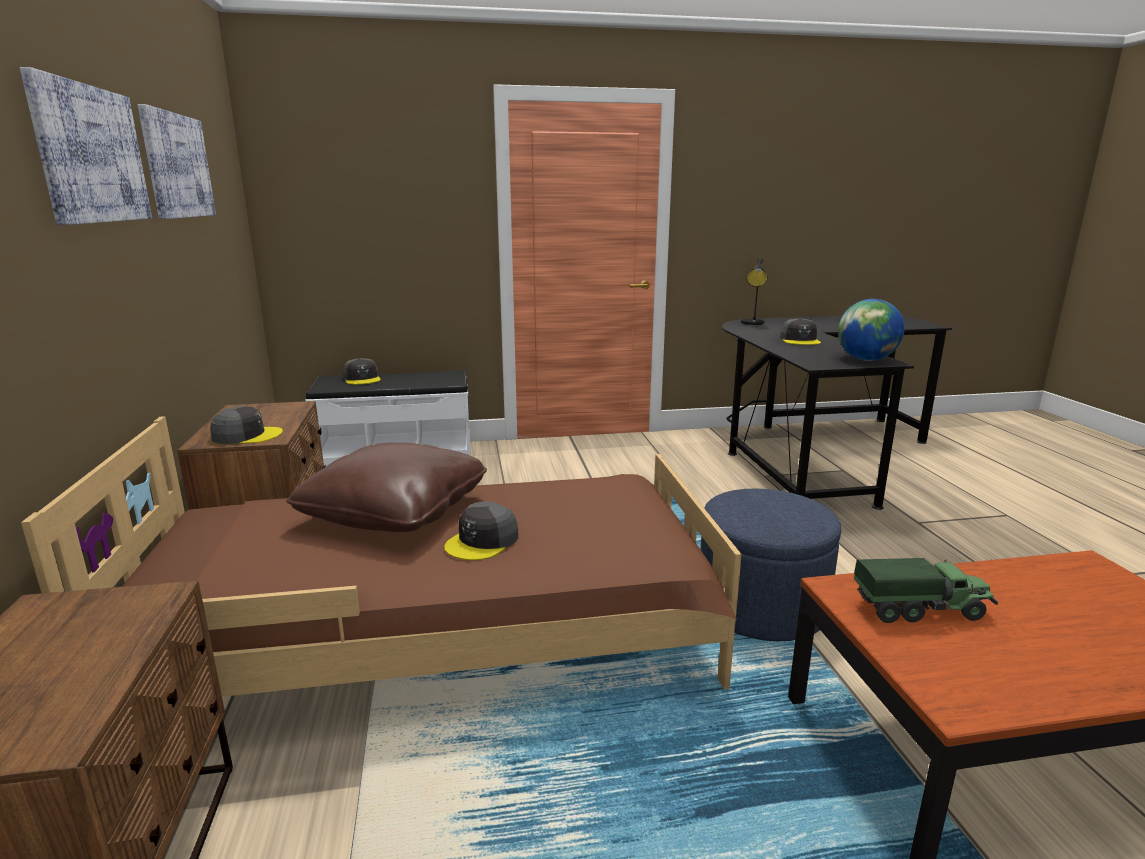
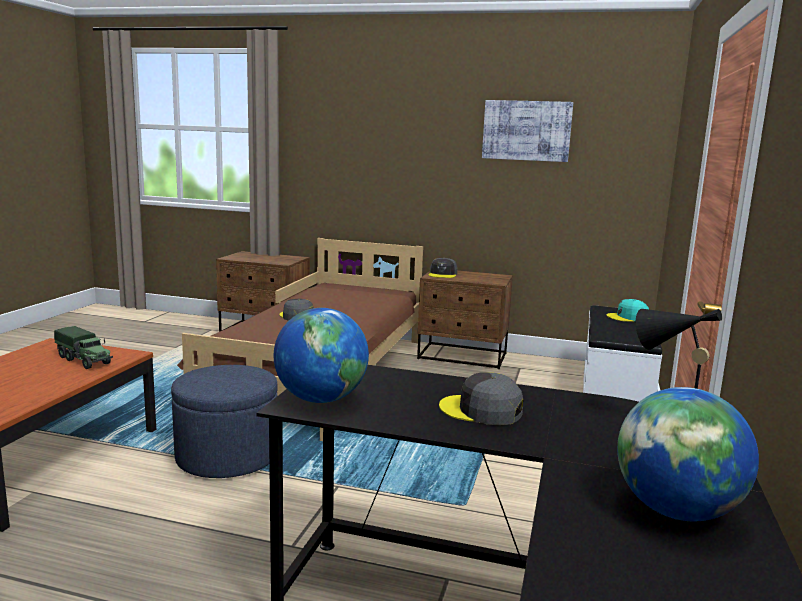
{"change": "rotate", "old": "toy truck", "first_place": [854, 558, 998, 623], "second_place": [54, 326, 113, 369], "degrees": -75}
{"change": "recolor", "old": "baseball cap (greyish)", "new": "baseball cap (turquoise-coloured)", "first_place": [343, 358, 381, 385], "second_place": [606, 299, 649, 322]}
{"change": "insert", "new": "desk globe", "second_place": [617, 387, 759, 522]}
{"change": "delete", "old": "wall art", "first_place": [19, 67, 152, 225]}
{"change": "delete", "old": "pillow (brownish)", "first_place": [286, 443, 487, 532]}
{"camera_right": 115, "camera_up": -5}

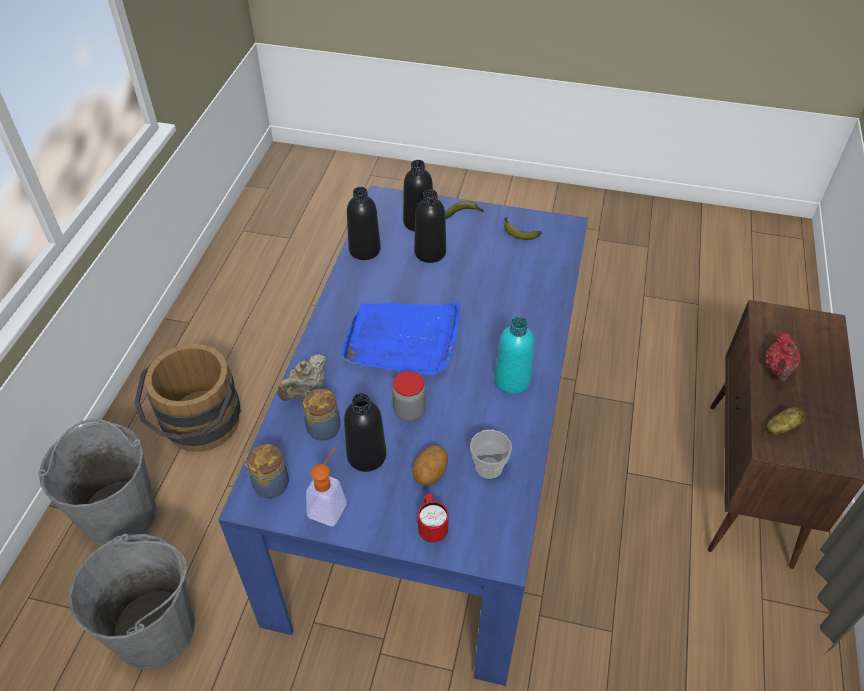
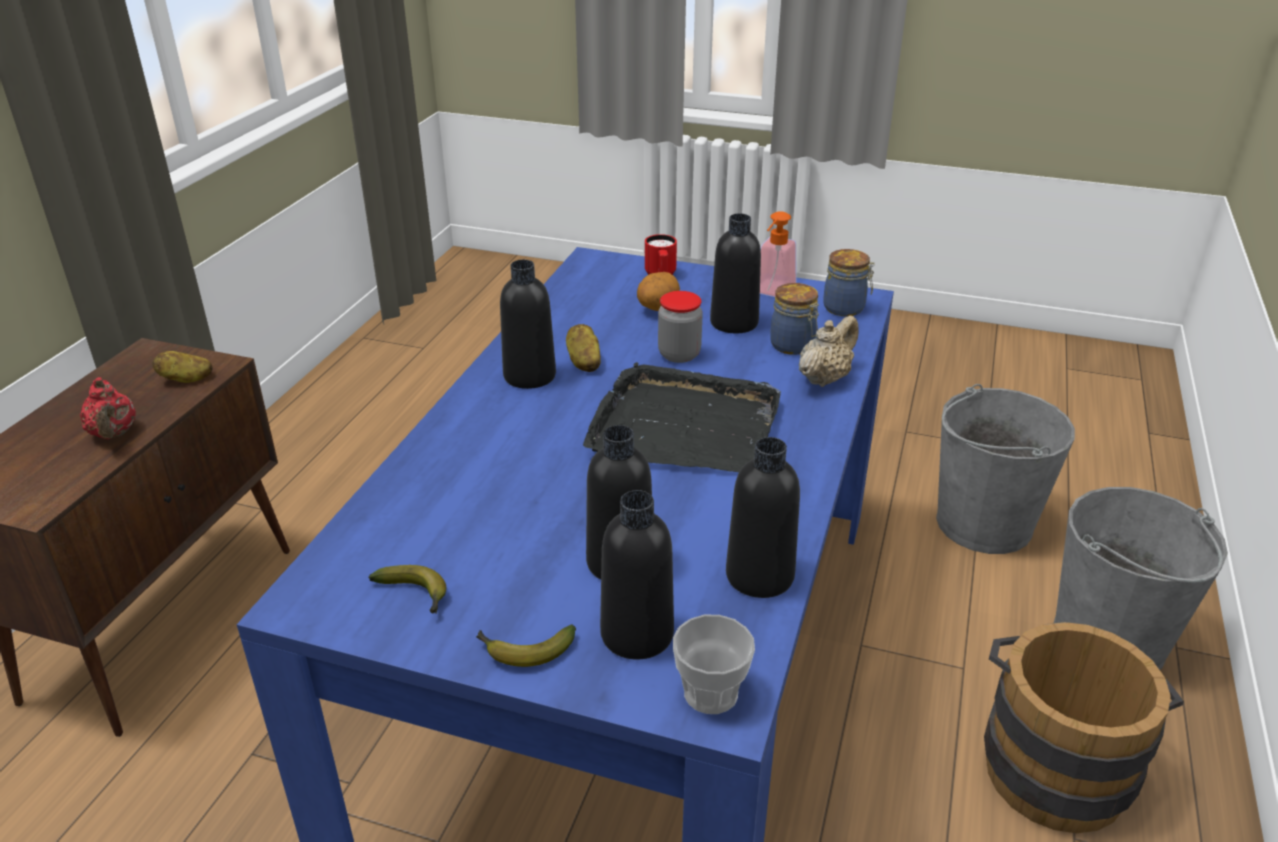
{"change": "rotate", "old": "teapot (reddish)", "first_place": [765, 333, 800, 382], "second_place": [80, 377, 136, 439], "degrees": 135}
{"change": "recolor", "old": "beverage bottle (turquoise-coloured)", "new": "beverage bottle (blackish)", "first_place": [494, 317, 534, 394], "second_place": [500, 260, 556, 389]}
{"change": "insert", "new": "whole potato", "second_place": [566, 324, 601, 372]}
{"change": "recolor", "old": "serving tray (blue)", "new": "serving tray (blackish)", "first_place": [341, 303, 460, 375], "second_place": [583, 362, 781, 472]}
{"change": "move", "old": "cup", "first_place": [470, 430, 512, 479], "second_place": [673, 615, 755, 714]}
{"camera_right": -175, "camera_up": -15}

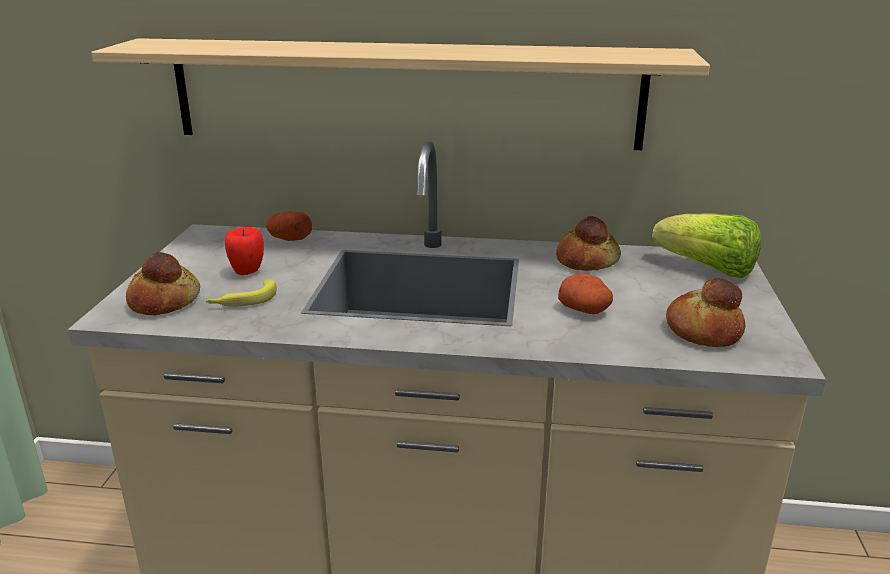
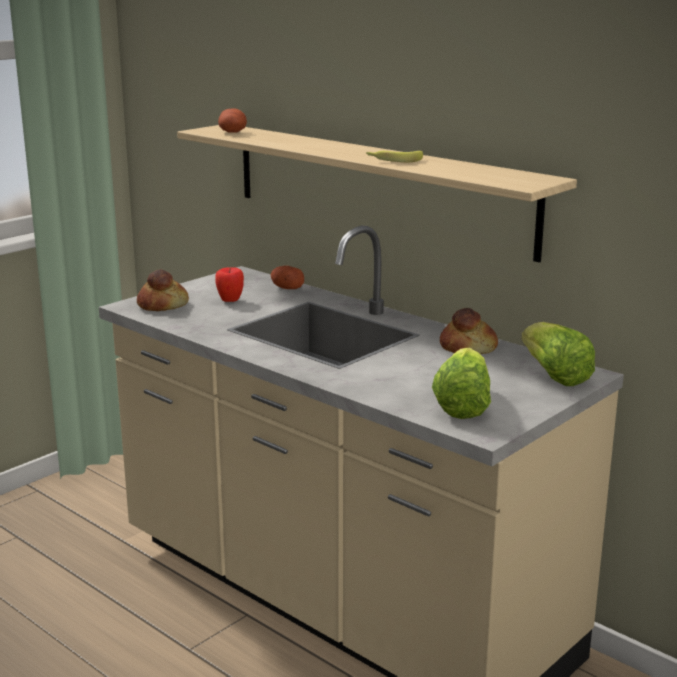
{"change": "move", "old": "whole potato", "first_place": [558, 273, 613, 314], "second_place": [218, 108, 247, 133]}
{"change": "move", "old": "banana", "first_place": [205, 279, 277, 307], "second_place": [366, 151, 423, 162]}
{"change": "replace", "old": "bakery bread", "new": "lettuce head", "first_place": [666, 278, 745, 347], "second_place": [432, 348, 491, 419]}
{"camera_right": 35, "camera_up": -5}

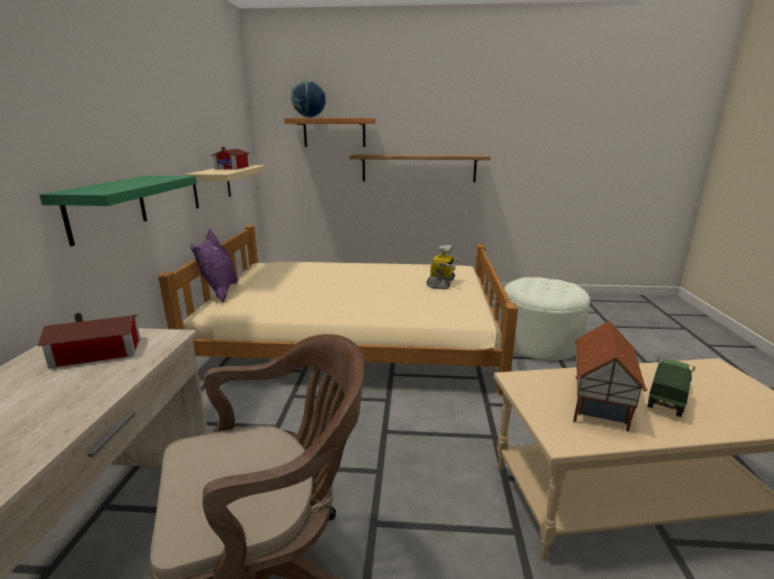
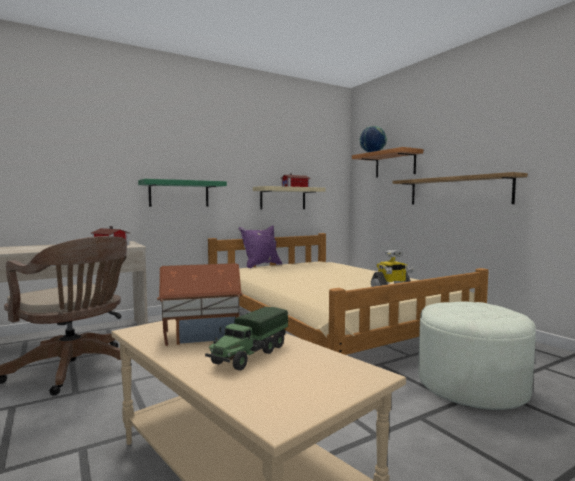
{"change": "rotate", "old": "toy truck", "first_place": [648, 357, 695, 417], "second_place": [205, 307, 288, 370], "degrees": 120}
{"camera_right": 55, "camera_up": -15}

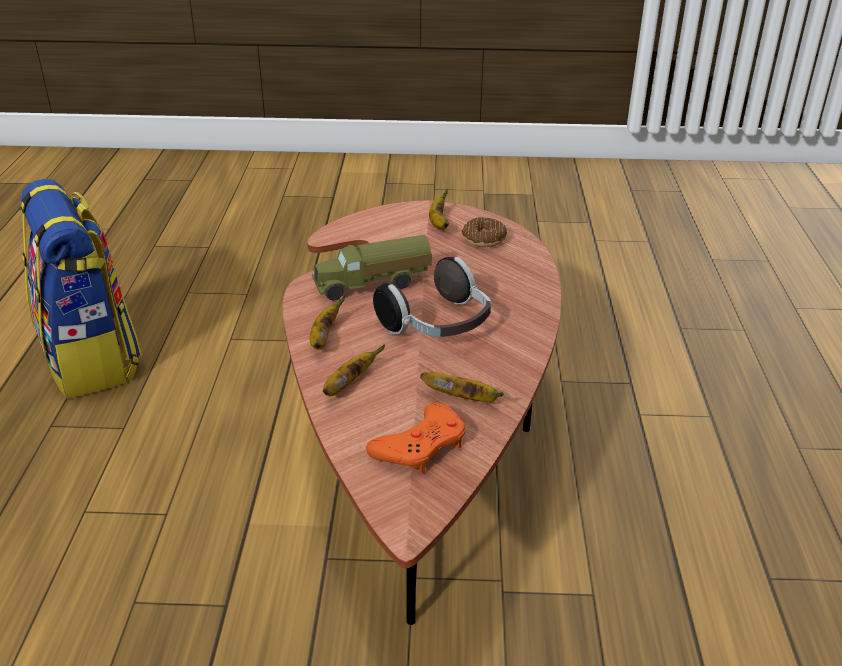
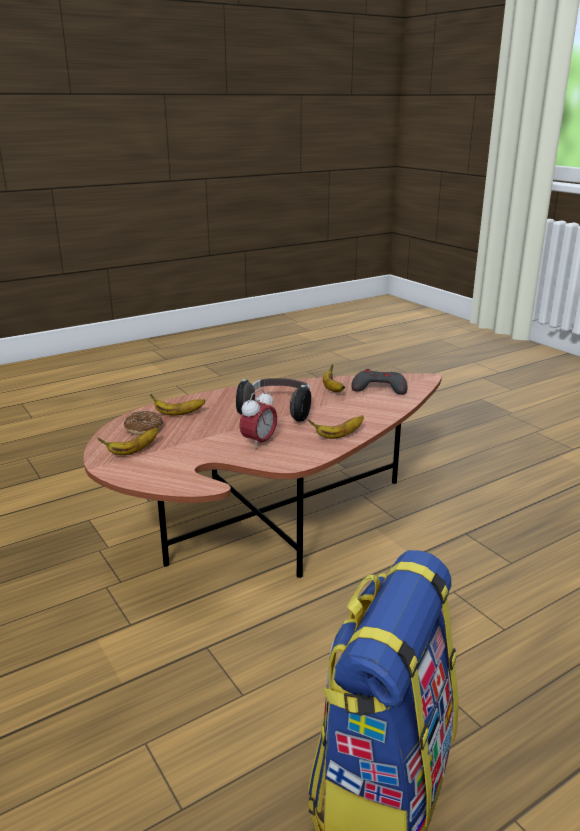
{"change": "move", "old": "banana", "first_place": [323, 344, 385, 396], "second_place": [150, 394, 205, 416]}
{"change": "replace", "old": "toy truck", "new": "alarm clock", "first_place": [312, 235, 432, 300], "second_place": [239, 389, 277, 450]}
{"change": "recolor", "old": "gamepad (orange-coloured)", "new": "gamepad (greyish)", "first_place": [366, 403, 465, 473], "second_place": [351, 369, 408, 395]}
{"camera_right": -125, "camera_up": -10}

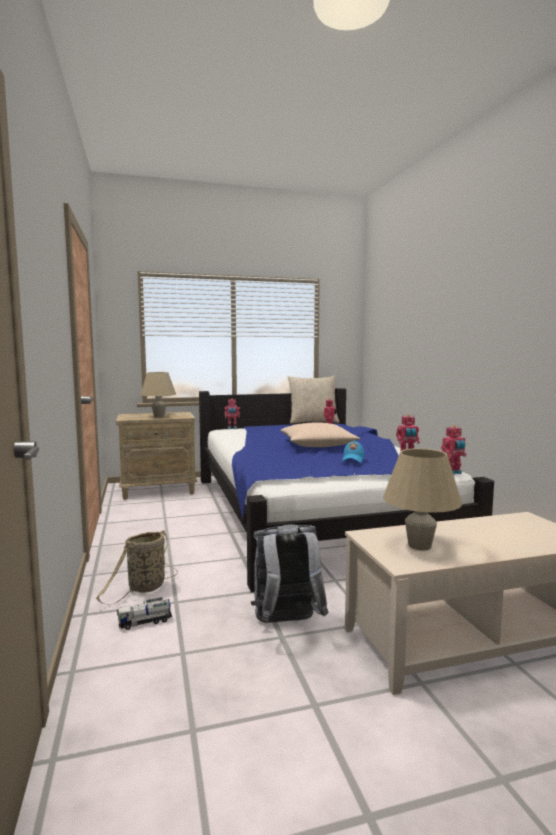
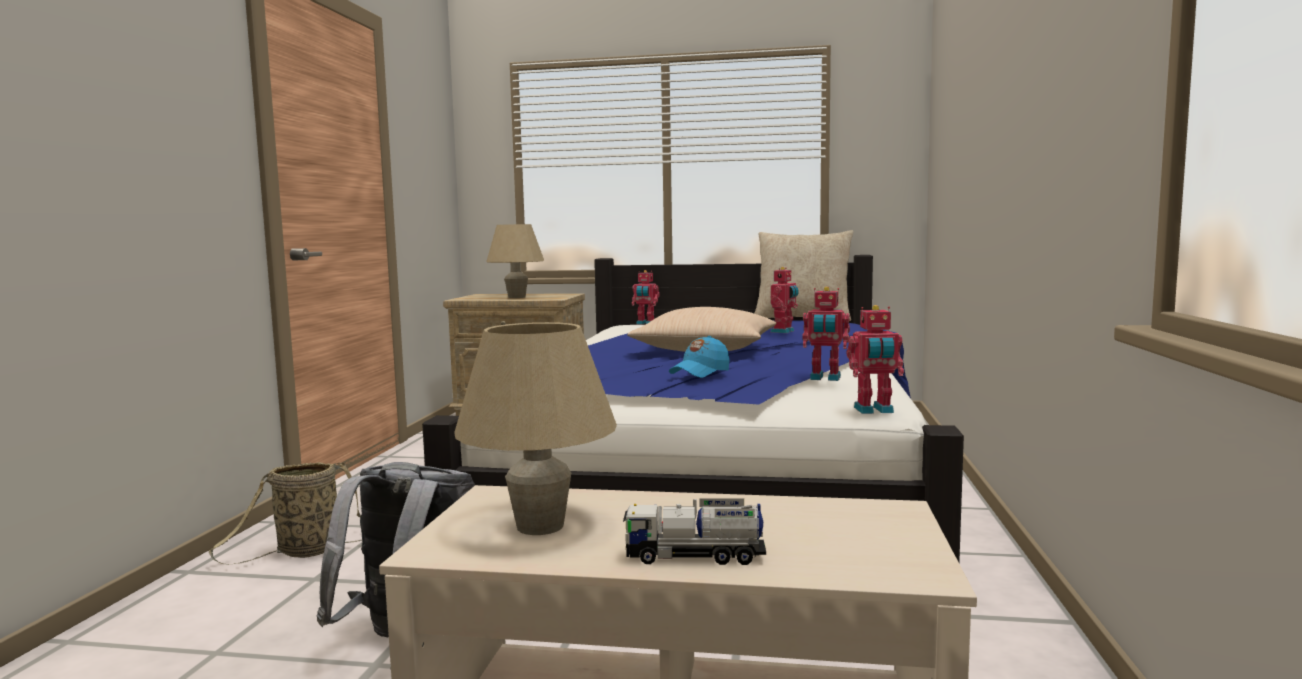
{"change": "move", "old": "toy truck", "first_place": [117, 597, 172, 630], "second_place": [623, 499, 766, 565]}
{"camera_right": 25, "camera_up": 0}

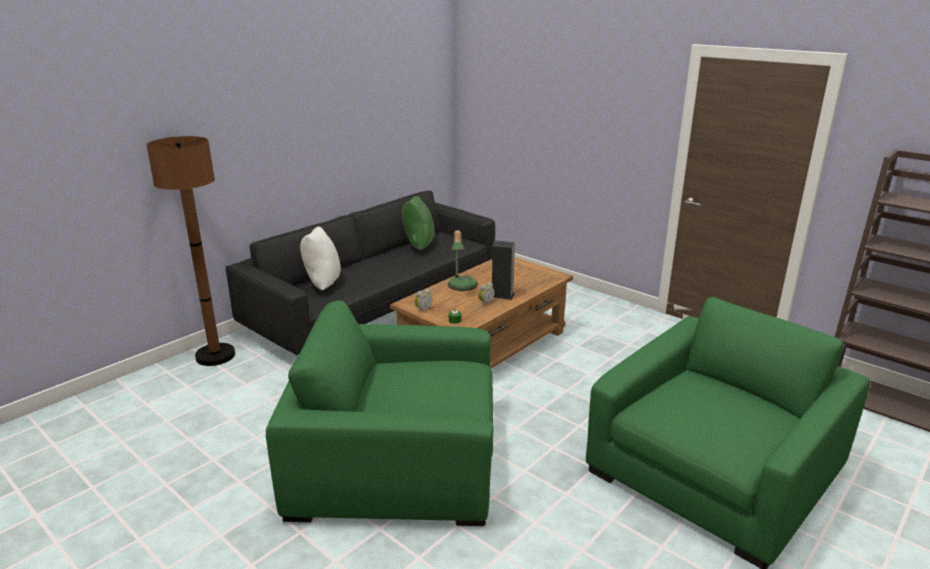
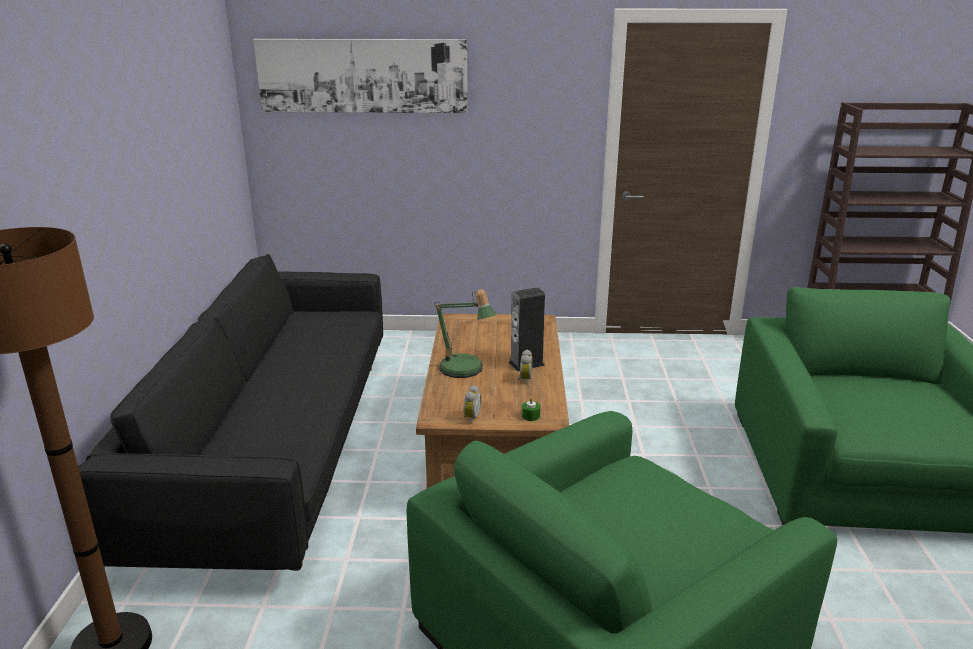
{"change": "insert", "new": "wall art", "second_place": [253, 39, 468, 113]}
{"change": "delete", "old": "pillow (whitish)", "first_place": [300, 227, 341, 290]}
{"change": "delete", "old": "pillow (green)", "first_place": [402, 196, 435, 250]}
{"camera_right": -40, "camera_up": 0}

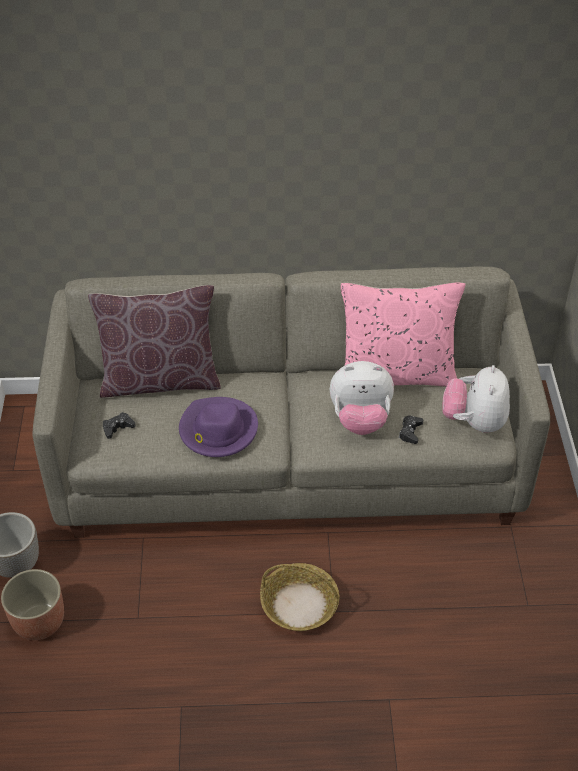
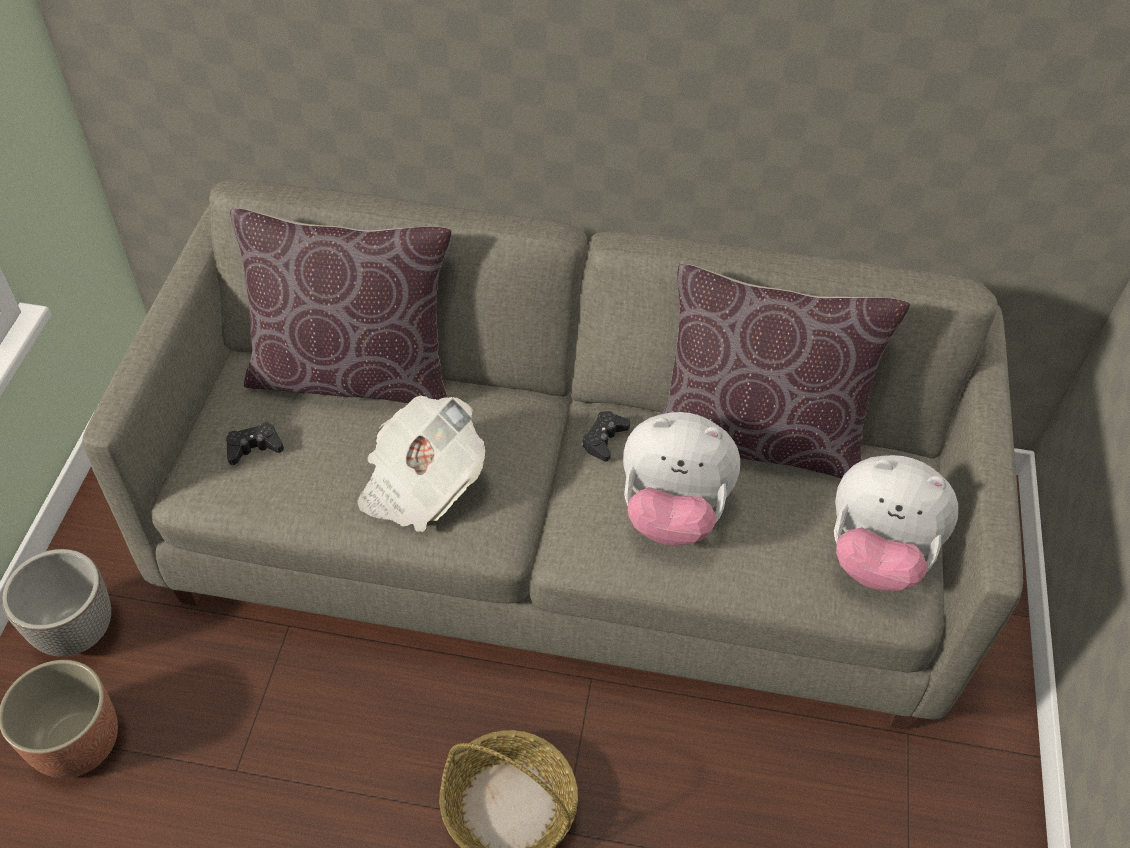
{"change": "replace", "old": "hat (purple-coloured)", "new": "newspaper", "first_place": [179, 397, 258, 457], "second_place": [357, 395, 485, 532]}
{"change": "move", "old": "gamepad (blackish)", "first_place": [399, 415, 423, 444], "second_place": [581, 411, 631, 461]}
{"change": "recolor", "old": "pillow (pinkish)", "new": "pillow (brownish)", "first_place": [341, 283, 465, 387], "second_place": [662, 264, 910, 479]}
{"change": "rotate", "old": "plush toy", "first_place": [442, 365, 510, 433], "second_place": [834, 455, 958, 591], "degrees": -90}
{"camera_right": 10, "camera_up": 5}

